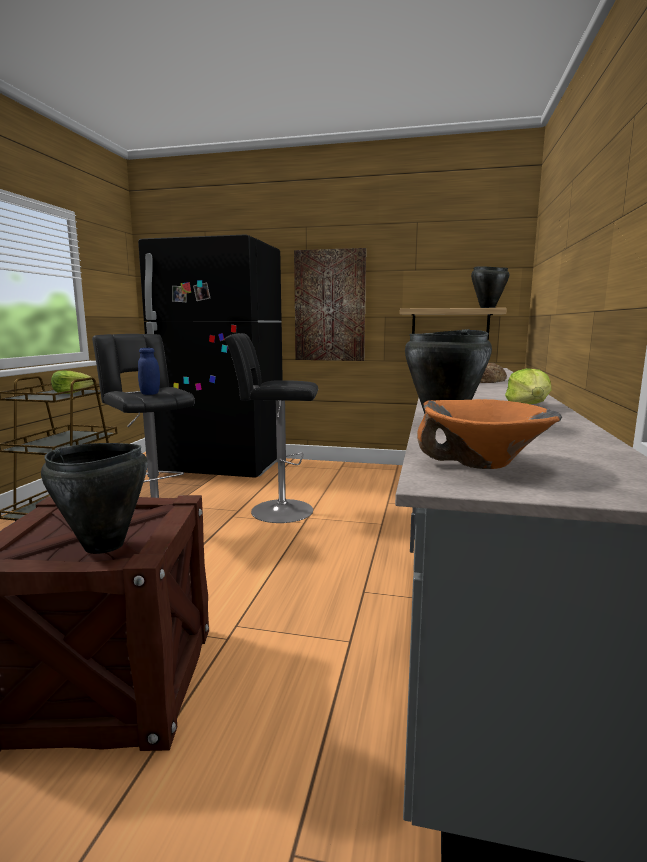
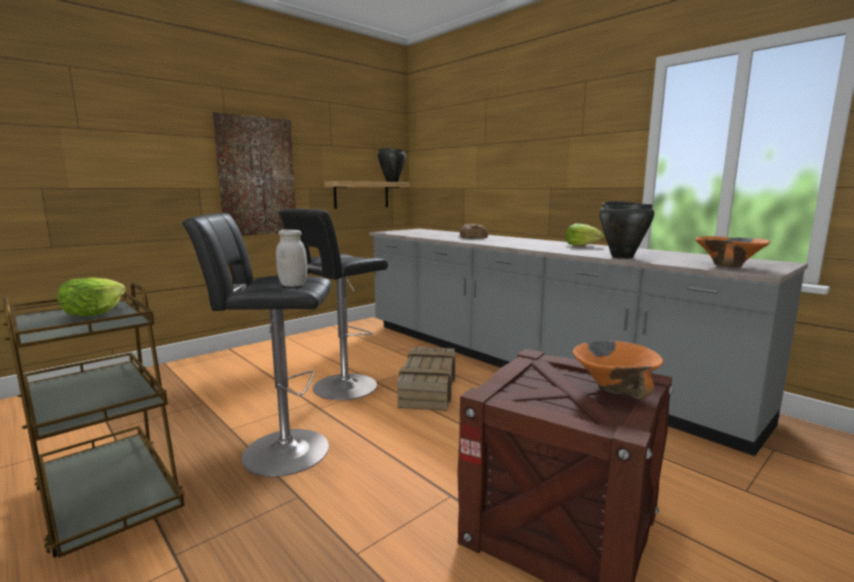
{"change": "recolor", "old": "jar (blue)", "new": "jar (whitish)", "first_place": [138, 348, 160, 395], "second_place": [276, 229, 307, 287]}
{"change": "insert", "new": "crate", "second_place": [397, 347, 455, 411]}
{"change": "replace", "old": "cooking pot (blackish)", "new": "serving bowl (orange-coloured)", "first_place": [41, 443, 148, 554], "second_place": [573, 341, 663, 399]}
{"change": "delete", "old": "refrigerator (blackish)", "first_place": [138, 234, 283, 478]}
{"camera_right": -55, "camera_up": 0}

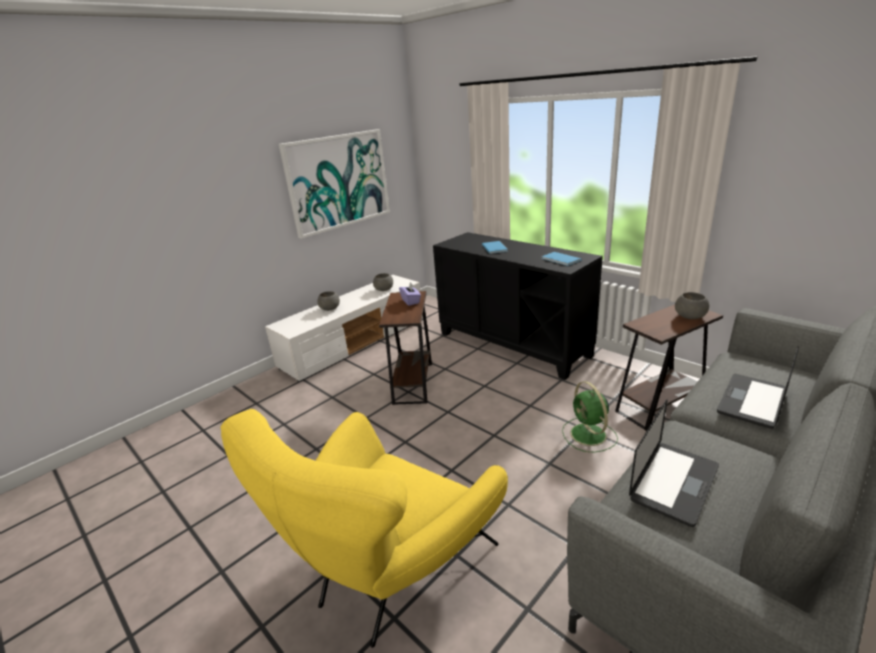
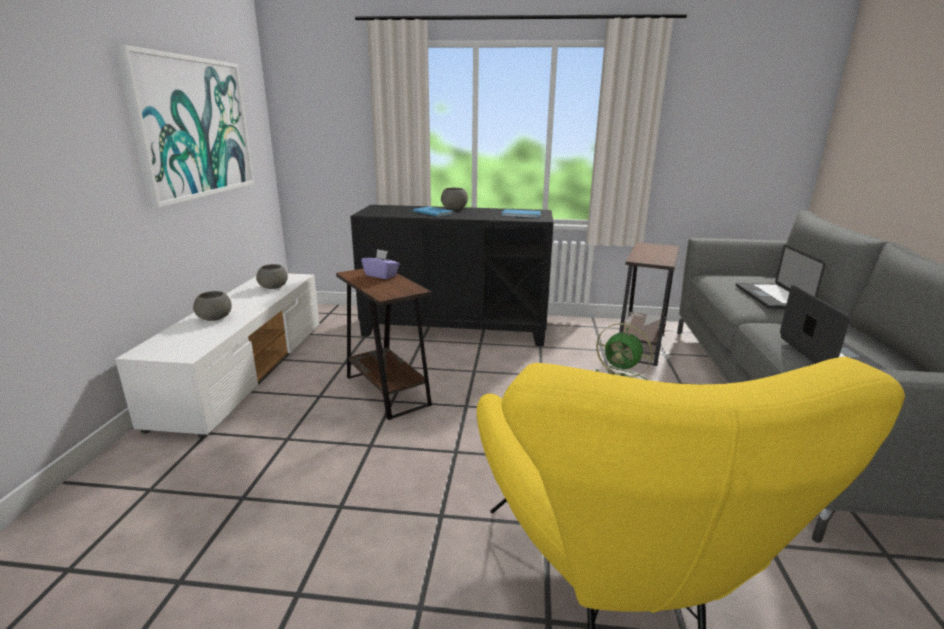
{"change": "move", "old": "serving bowl (greyish)", "first_place": [675, 292, 709, 319], "second_place": [441, 188, 468, 210]}
{"camera_right": -40, "camera_up": -5}

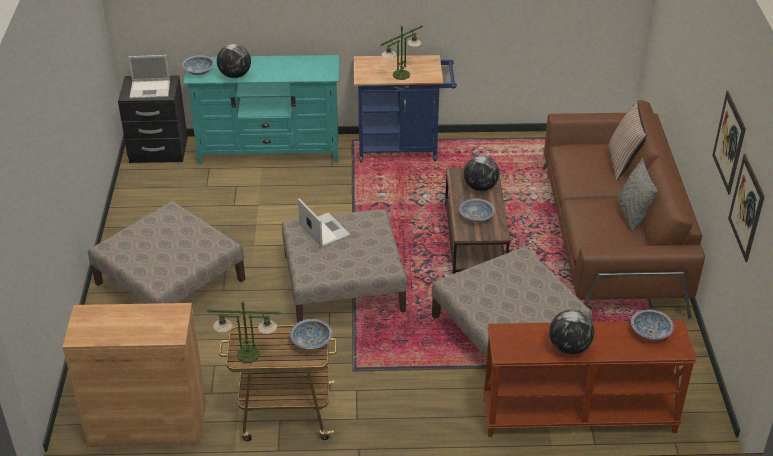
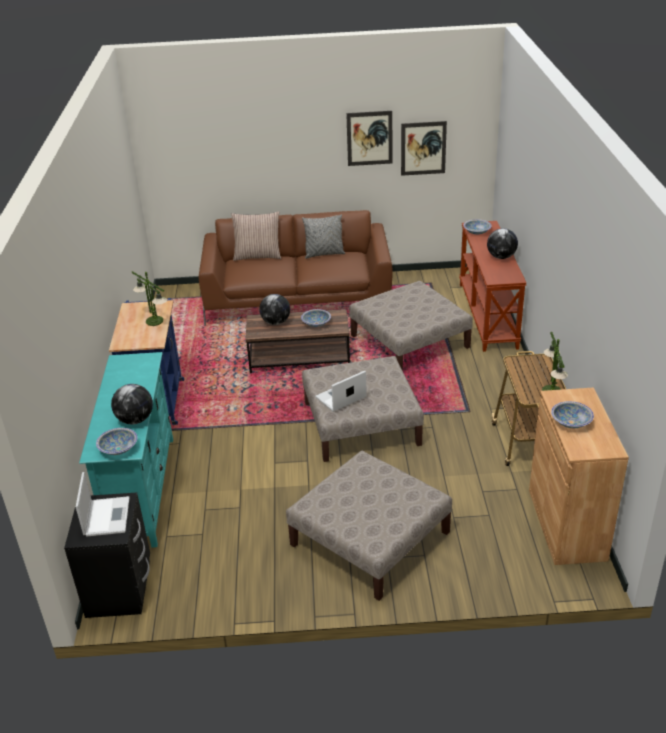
{"change": "move", "old": "serving bowl", "first_place": [290, 319, 332, 350], "second_place": [551, 401, 594, 428]}
{"camera_right": -90, "camera_up": -5}

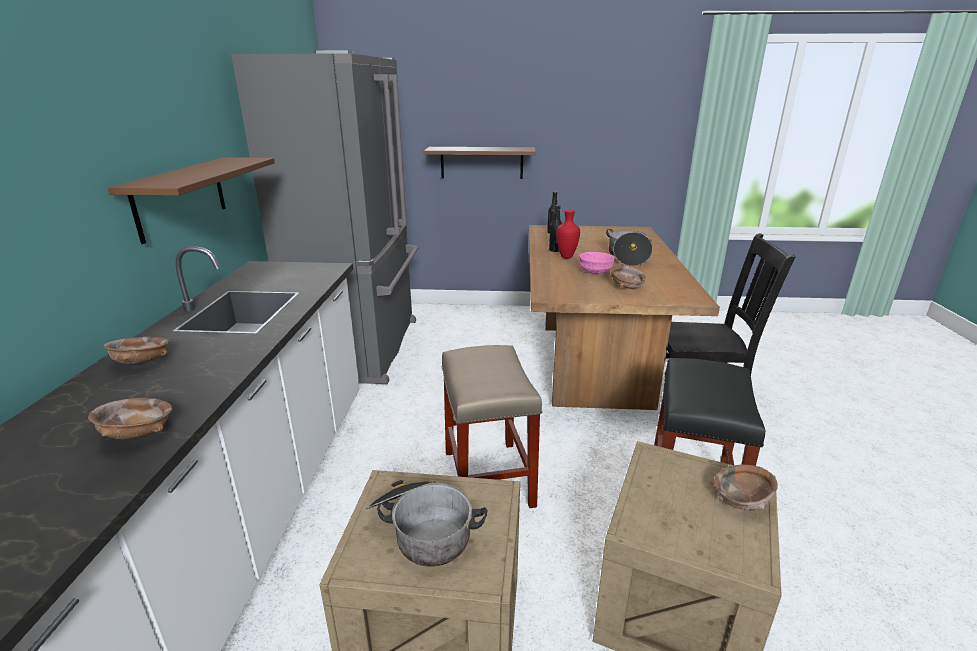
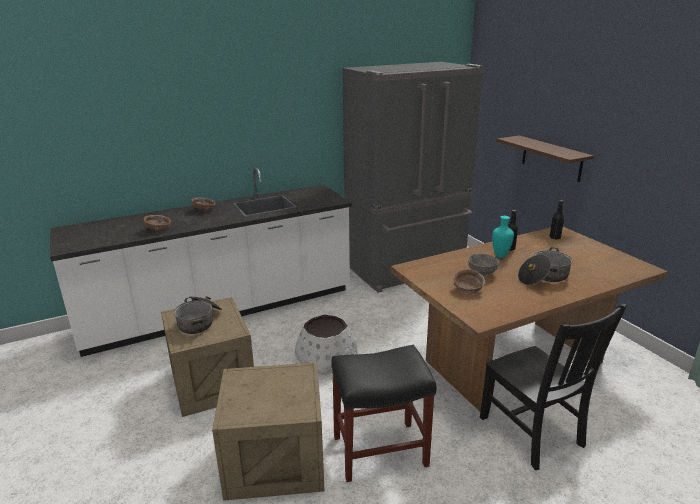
{"change": "replace", "old": "stool seat (beige)", "new": "plant pot (whitish)", "first_place": [441, 345, 542, 508], "second_place": [295, 315, 358, 375]}
{"change": "recolor", "old": "serving bowl (pinkish)", "new": "serving bowl (greyish)", "first_place": [579, 252, 615, 274], "second_place": [468, 253, 499, 275]}
{"change": "recolor", "old": "vase (reddish)", "new": "vase (turquoise-coloured)", "first_place": [557, 210, 580, 259], "second_place": [492, 216, 514, 258]}
{"change": "delete", "old": "wall shelf (brownish)", "first_place": [108, 157, 275, 244]}
{"change": "delete", "old": "serving bowl (brownish)", "first_place": [714, 465, 778, 511]}
{"camera_right": 60, "camera_up": 0}

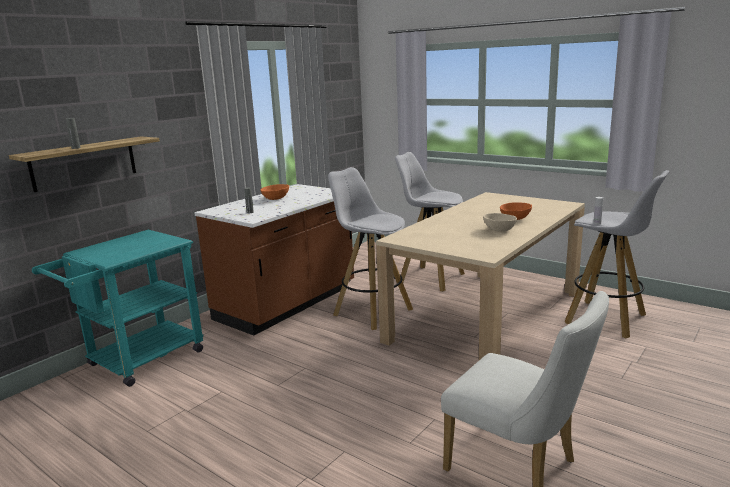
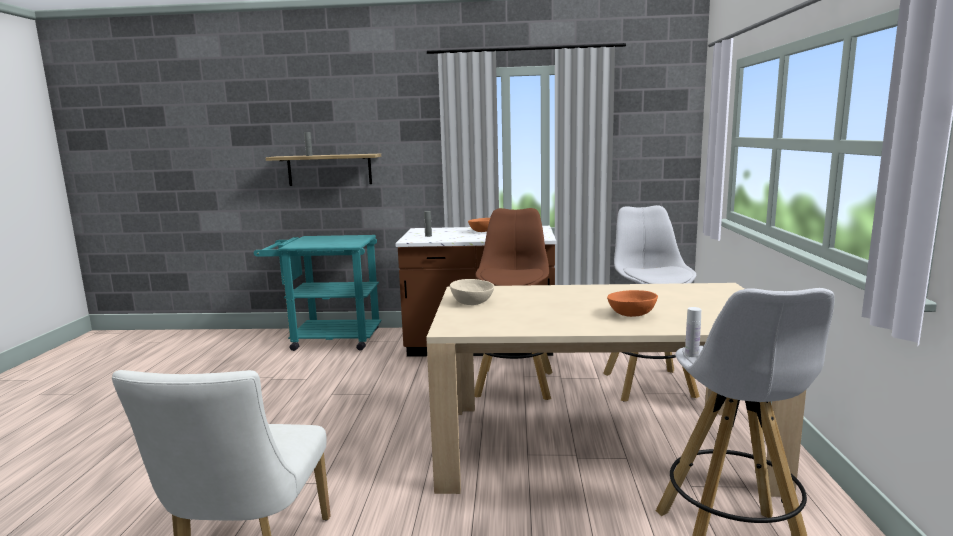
{"change": "move", "old": "serving bowl (beige)", "first_place": [483, 213, 517, 232], "second_place": [450, 279, 495, 305]}
{"change": "recolor", "old": "stool seat (whitish)", "new": "stool seat (brownish)", "first_place": [328, 167, 413, 330], "second_place": [474, 208, 553, 400]}
{"camera_right": 55, "camera_up": -5}

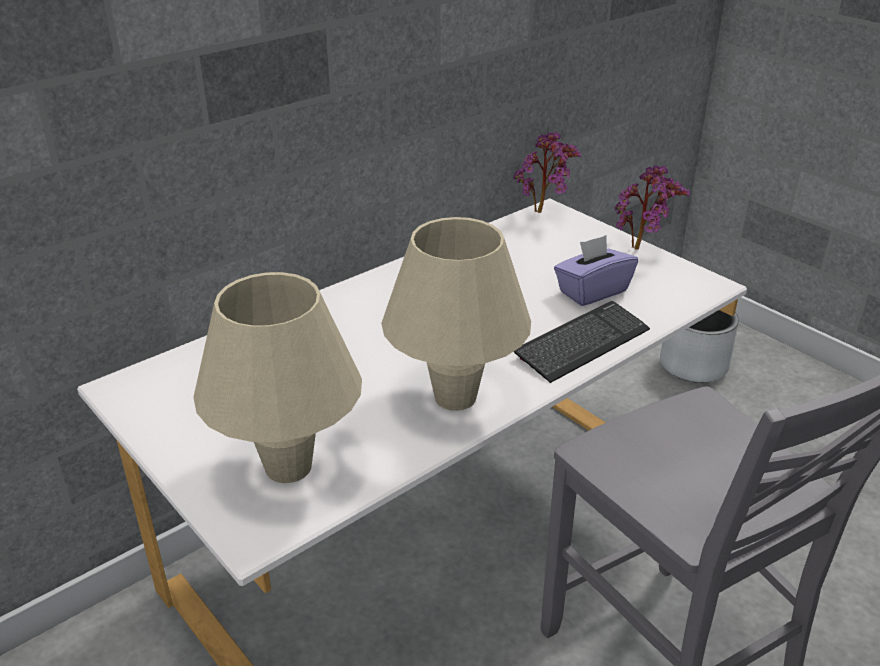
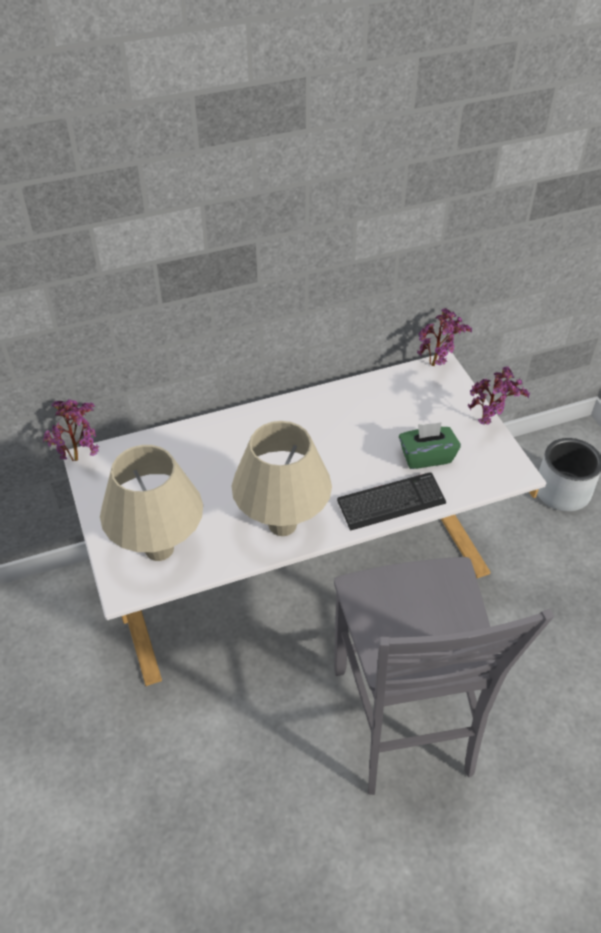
{"change": "insert", "new": "houseplant", "second_place": [43, 399, 100, 461]}
{"change": "recolor", "old": "box of tissues (purple-coloured)", "new": "box of tissues (green)", "first_place": [554, 235, 638, 306], "second_place": [399, 422, 461, 469]}
{"camera_right": 20, "camera_up": 15}

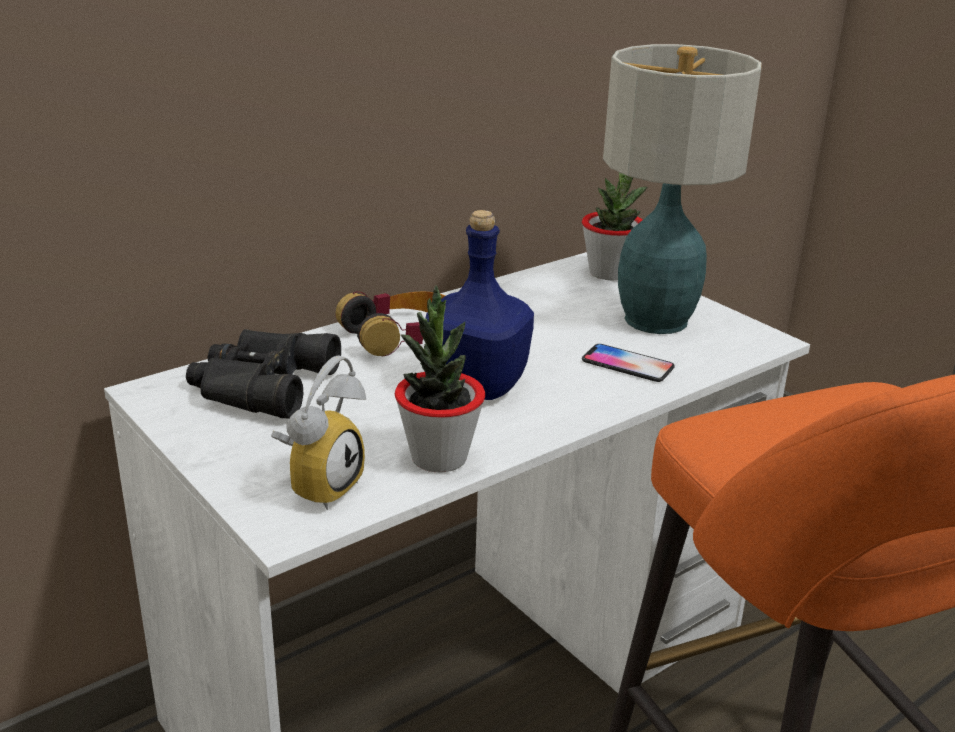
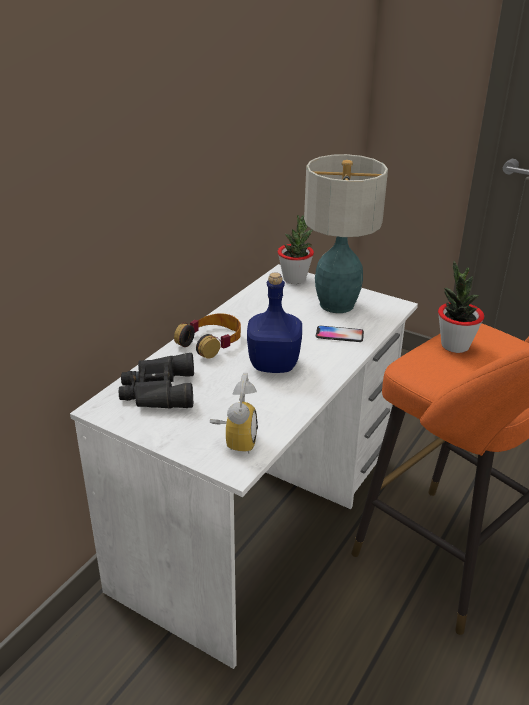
{"change": "move", "old": "houseplant", "first_place": [395, 285, 485, 472], "second_place": [438, 261, 484, 353]}
{"camera_right": -20, "camera_up": 5}

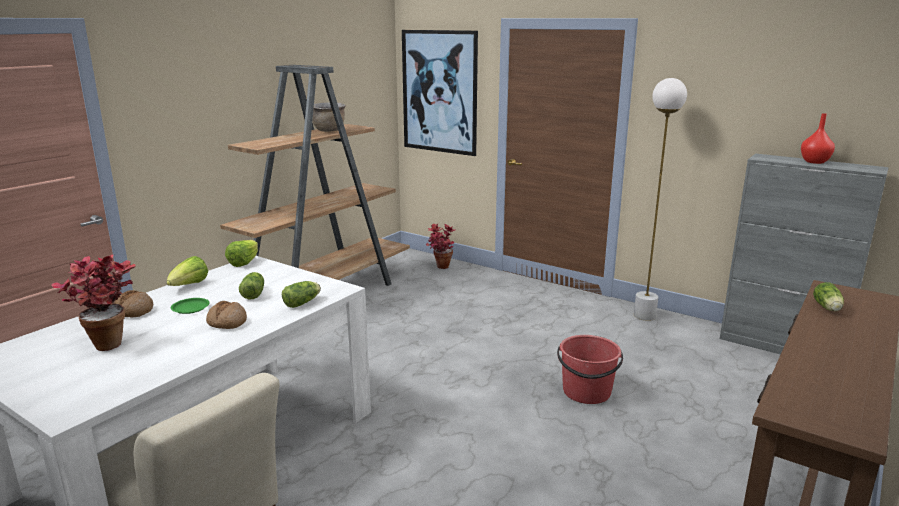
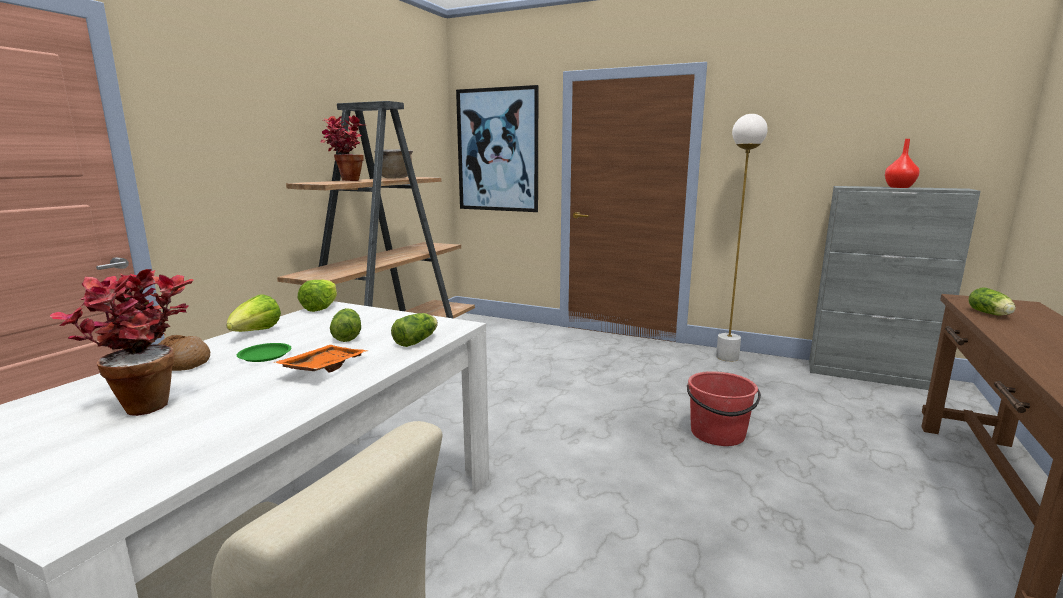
{"change": "replace", "old": "bakery bread", "new": "serving tray (orange-coloured)", "first_place": [206, 301, 247, 329], "second_place": [273, 345, 368, 373]}
{"change": "move", "old": "houseplant", "first_place": [426, 223, 455, 269], "second_place": [321, 115, 364, 181]}
{"camera_right": -10, "camera_up": -5}

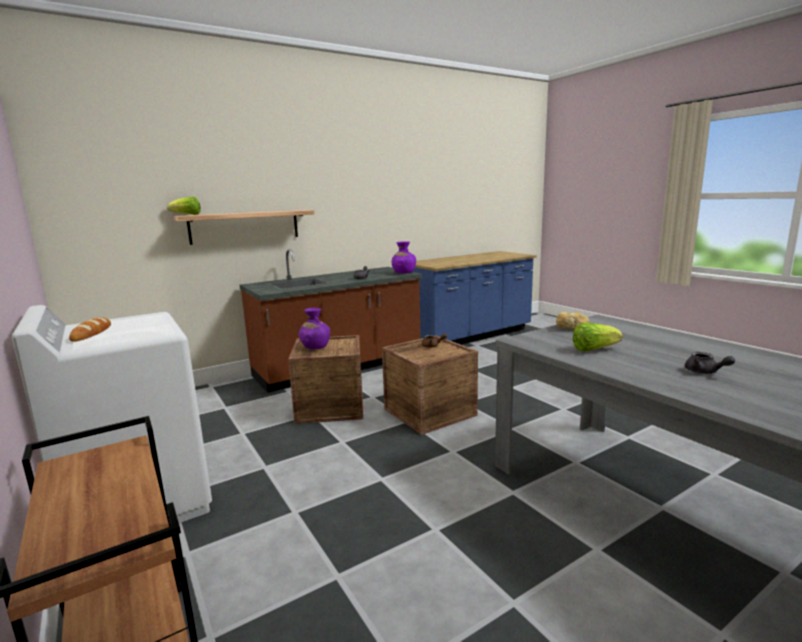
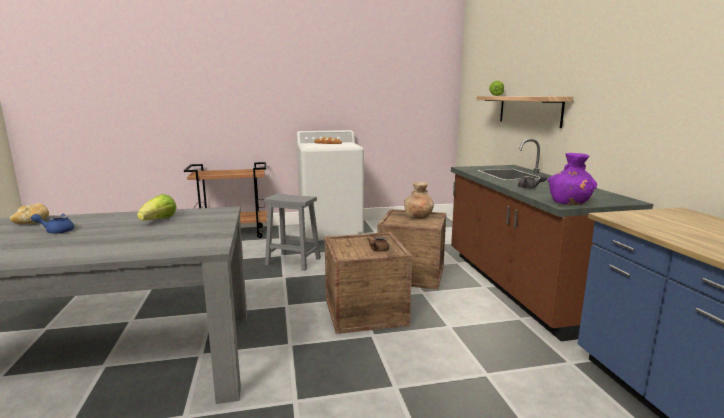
{"change": "move", "old": "bakery bread", "first_place": [556, 312, 590, 329], "second_place": [10, 203, 49, 224]}
{"change": "recolor", "old": "teapot (greyish)", "new": "teapot (blue)", "first_place": [685, 352, 735, 374], "second_place": [31, 214, 74, 234]}
{"change": "insert", "new": "stool seat (greyish)", "second_place": [264, 193, 321, 271]}
{"change": "recolor", "old": "vase (purple-coloured)", "new": "vase (brownish)", "first_place": [298, 308, 330, 349], "second_place": [404, 182, 434, 219]}
{"camera_right": 110, "camera_up": 0}

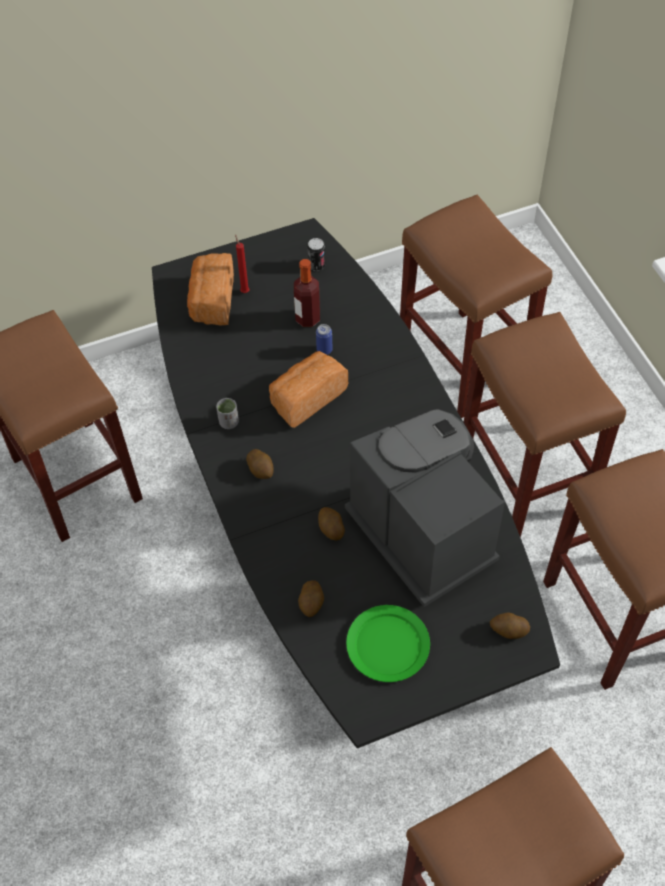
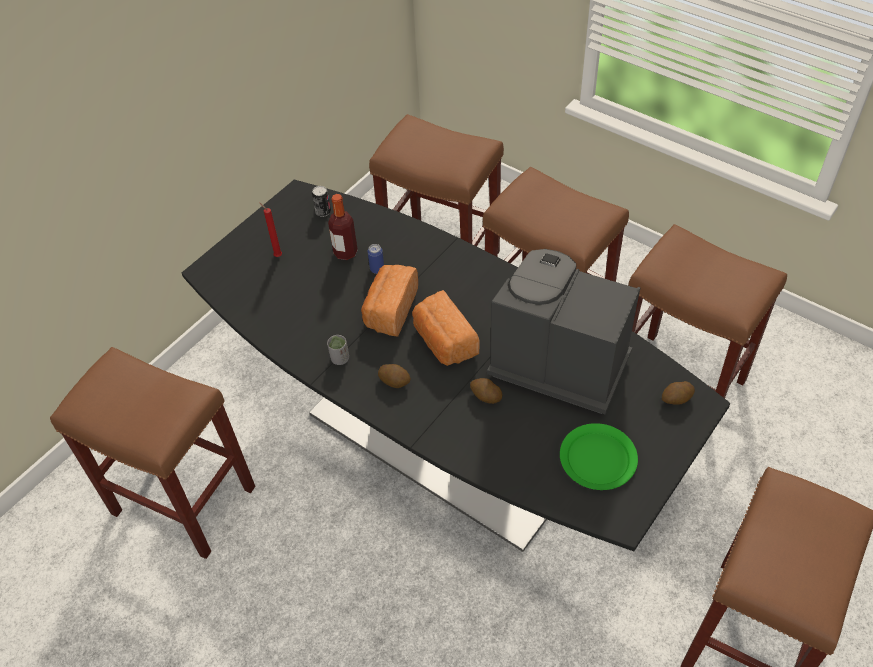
{"change": "move", "old": "bakery bread", "first_place": [187, 253, 234, 325], "second_place": [412, 290, 479, 366]}
{"change": "delete", "old": "whole potato", "first_place": [298, 580, 324, 617]}
{"camera_right": -30, "camera_up": -5}

